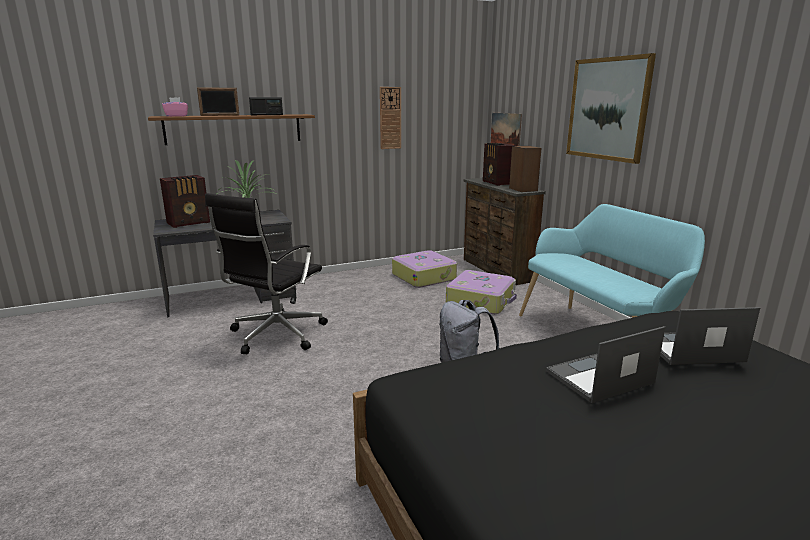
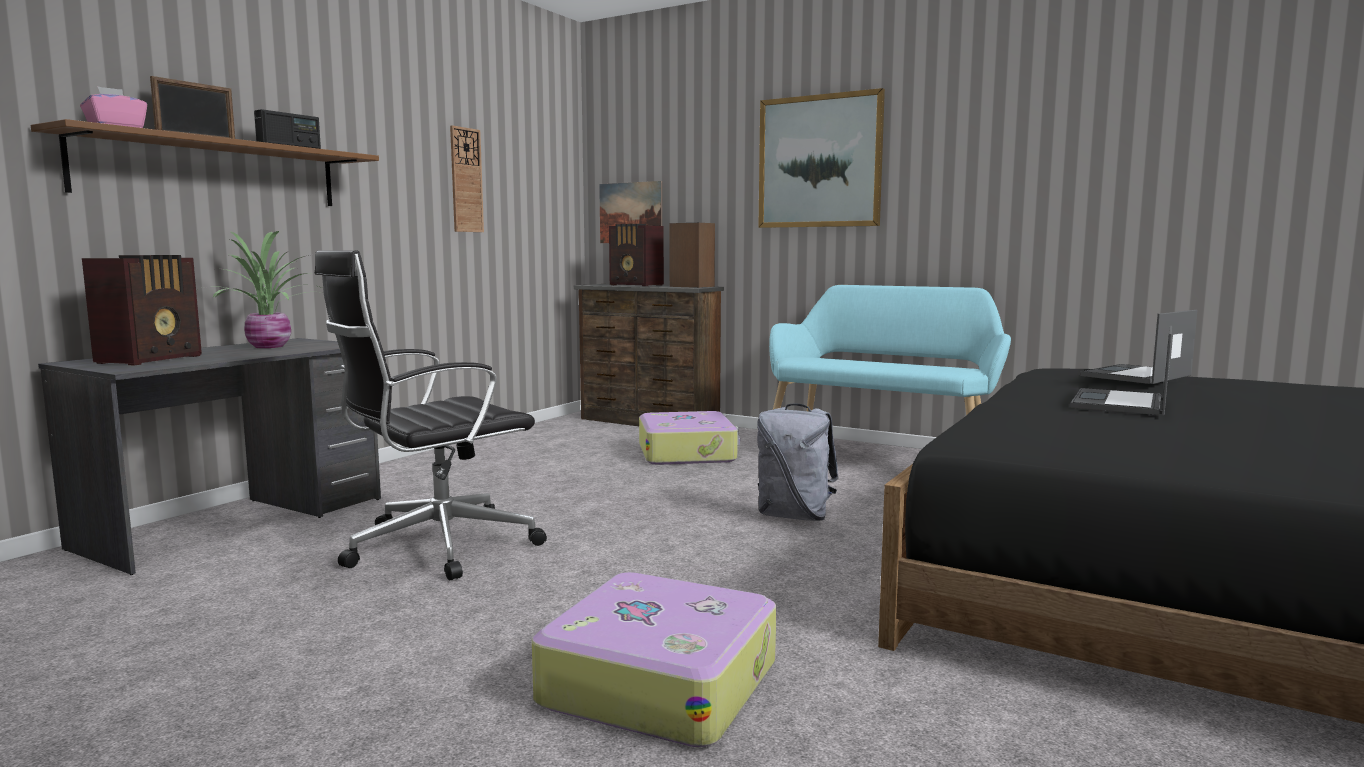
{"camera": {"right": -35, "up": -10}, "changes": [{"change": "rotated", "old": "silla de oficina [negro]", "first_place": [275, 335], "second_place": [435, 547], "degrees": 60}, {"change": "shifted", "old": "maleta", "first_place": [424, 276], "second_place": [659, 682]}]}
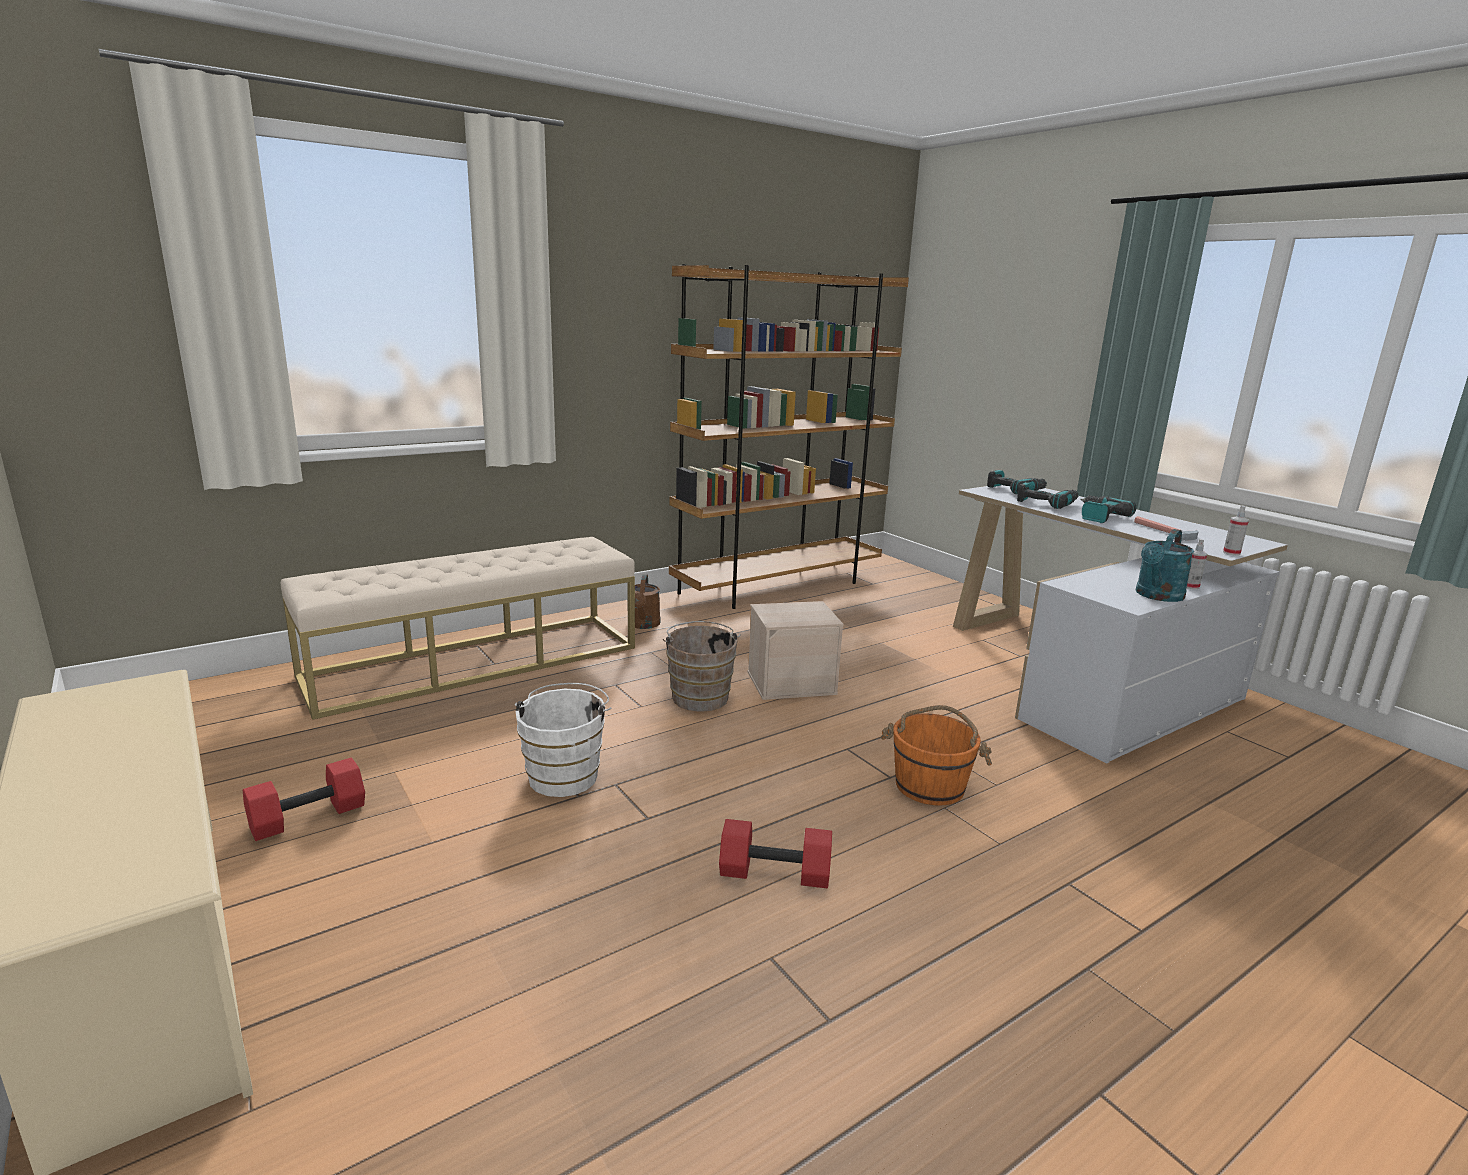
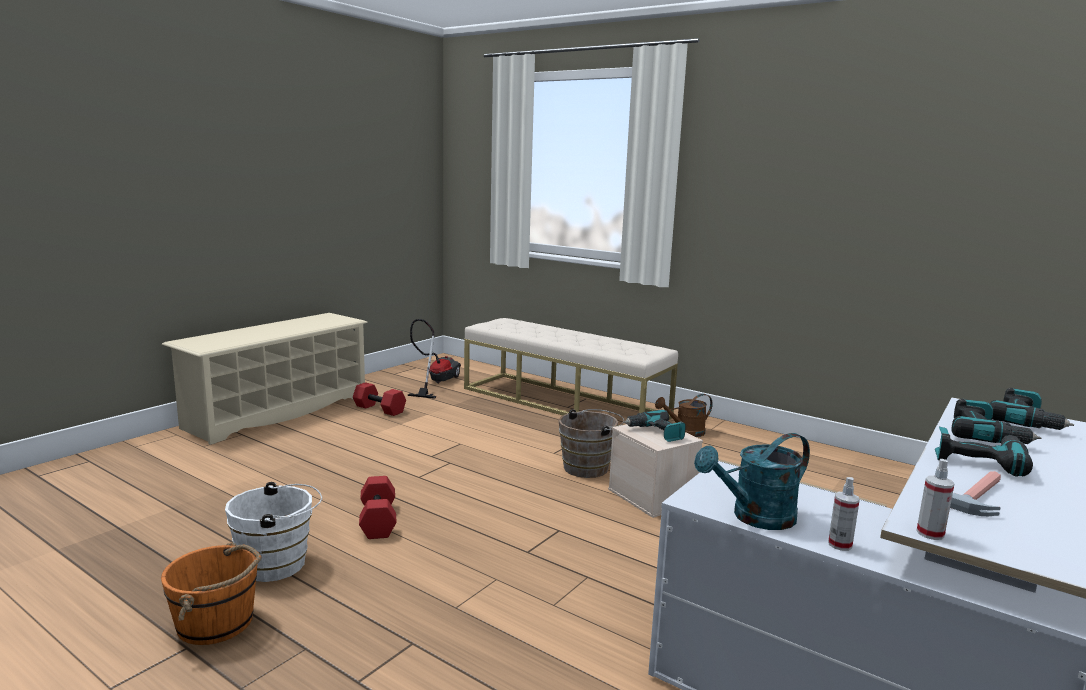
{"camera": {"right": 70, "up": -5}, "changes": [{"change": "shifted", "old": "cubo [blanco]", "first_place": [565, 774], "second_place": [279, 564]}, {"change": "gone", "old": "estantería [marrón]", "first_place": [778, 586]}, {"change": "shifted", "old": "cubo [naranja]", "first_place": [930, 785], "second_place": [217, 623]}, {"change": "rotated", "old": "regadera [turquesa]", "first_place": [1157, 596], "second_place": [754, 518], "degrees": -45}, {"change": "new", "new": "aspiradora", "second_place": [435, 382]}, {"change": "new", "new": "taladro", "second_place": [655, 433]}]}
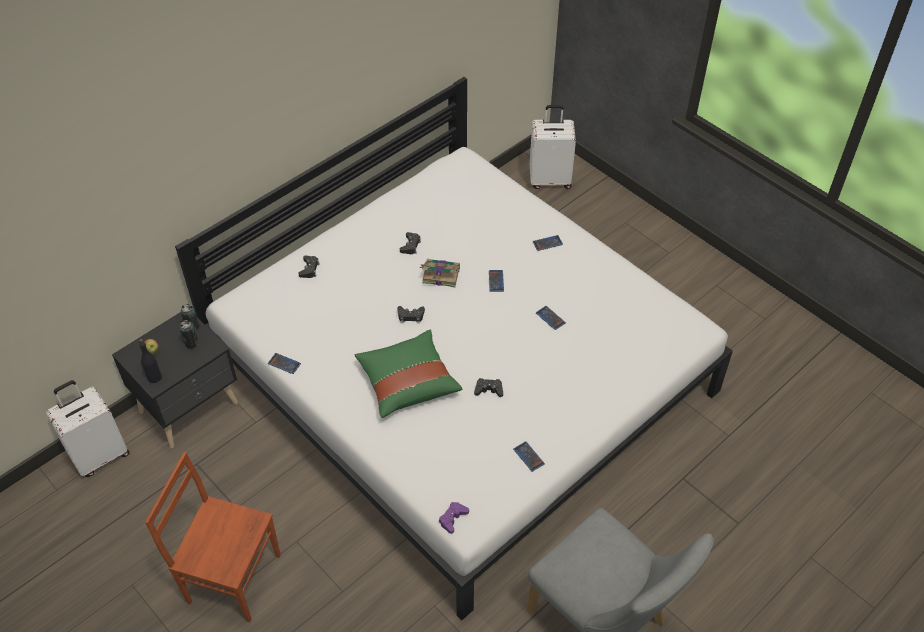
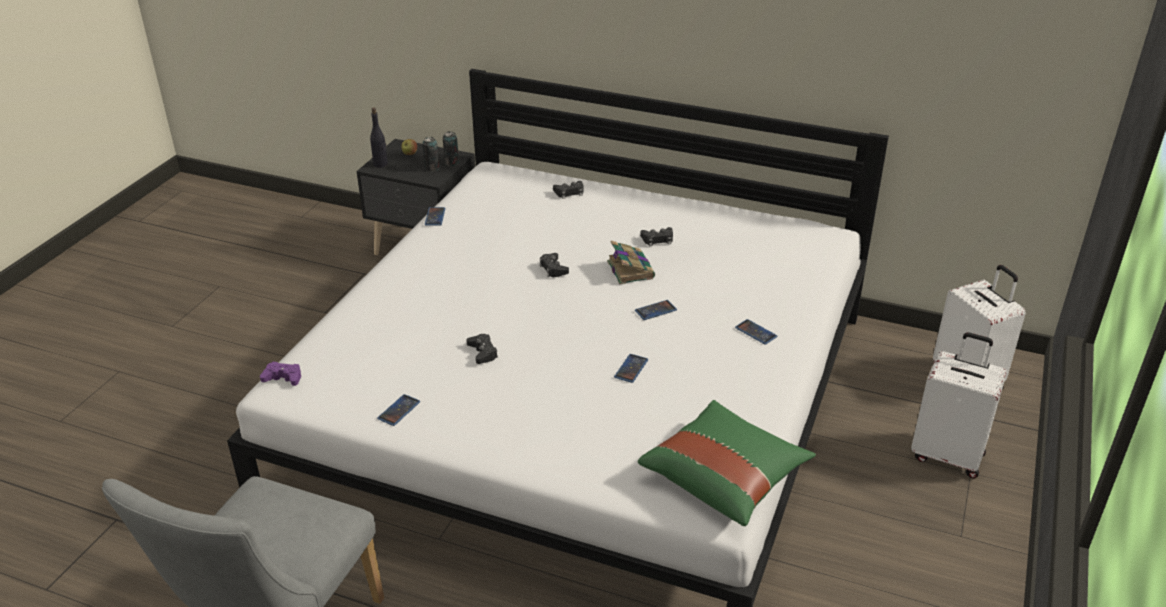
{"camera": {"right": 65, "up": -15}, "changes": [{"change": "shifted", "old": "maleta [blanco]", "first_place": [100, 455], "second_place": [948, 455]}, {"change": "gone", "old": "silla [marrón]", "first_place": [233, 576]}, {"change": "shifted", "old": "cojín [verde]", "first_place": [407, 382], "second_place": [725, 478]}]}
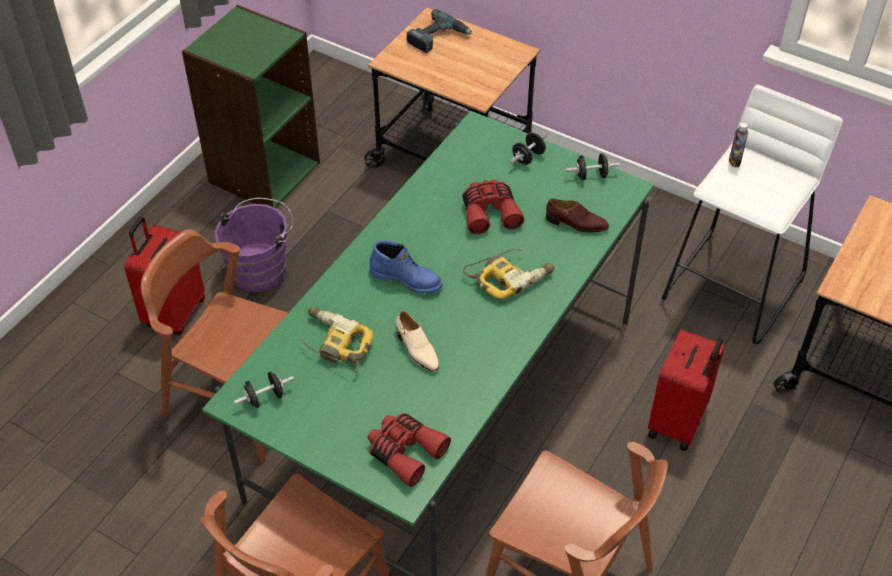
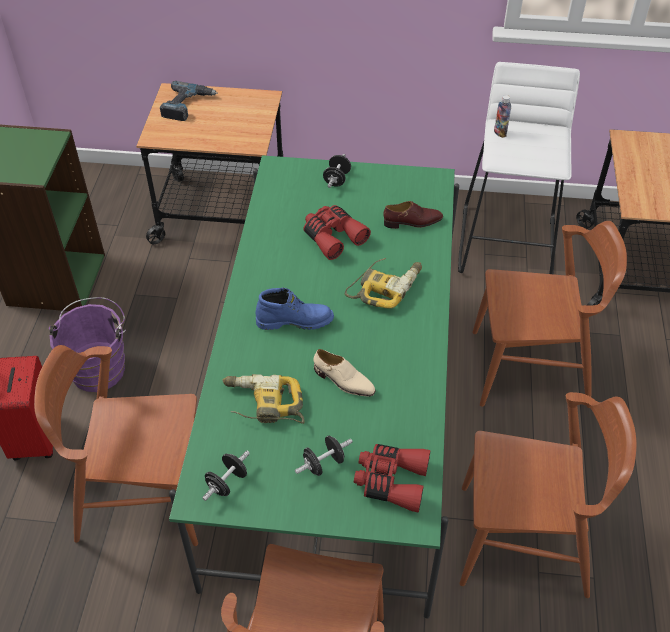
{"camera": {"right": -25, "up": 0}, "changes": [{"change": "shifted", "old": "mancuerna [negro]", "first_place": [591, 175], "second_place": [323, 463]}, {"change": "swapped", "old": "maleta [rojo]", "new": "silla [marrón]", "first_place": [678, 423], "second_place": [530, 368]}]}
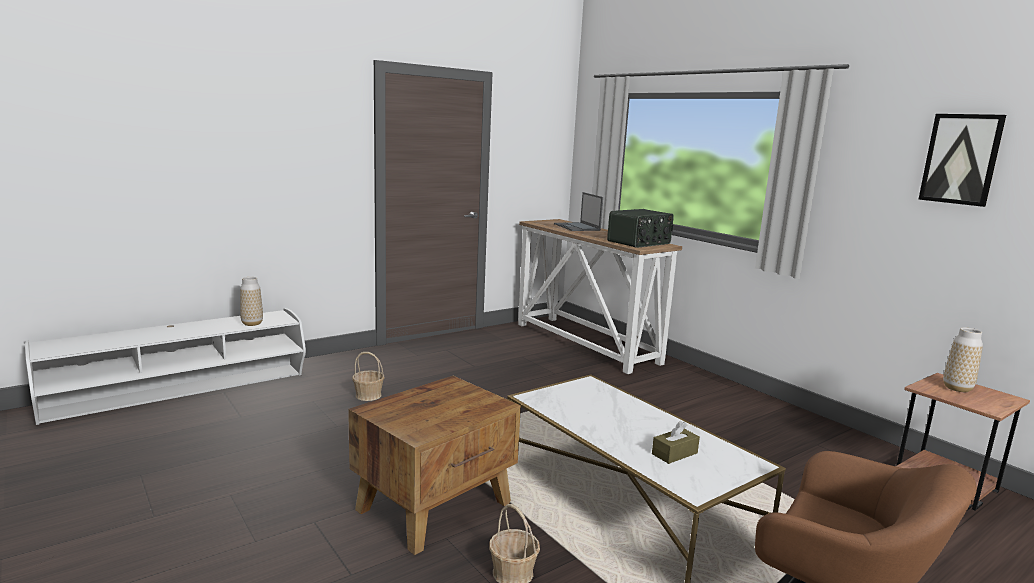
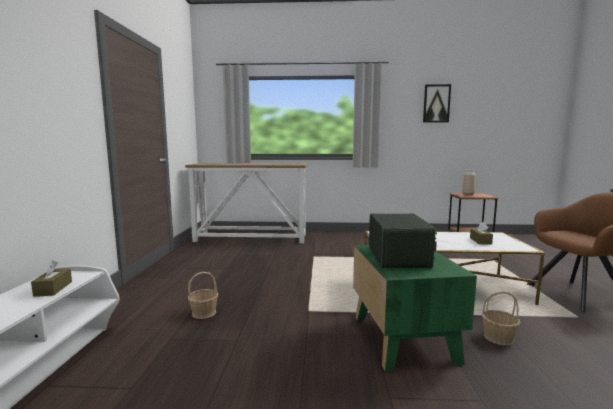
{"camera": {"right": -50, "up": -5}, "changes": [{"change": "swapped", "old": "florero", "new": "caja de pañuelos [marrón]", "first_place": [252, 323], "second_place": [53, 289]}, {"change": "repainted", "old": "mesa auxiliar [marrón]", "new": "mesa auxiliar [verde]", "first_place": [436, 505], "second_place": [403, 337]}, {"change": "gone", "old": "portátil", "first_place": [577, 227]}, {"change": "shifted", "old": "radio", "first_place": [639, 242], "second_place": [399, 257]}]}
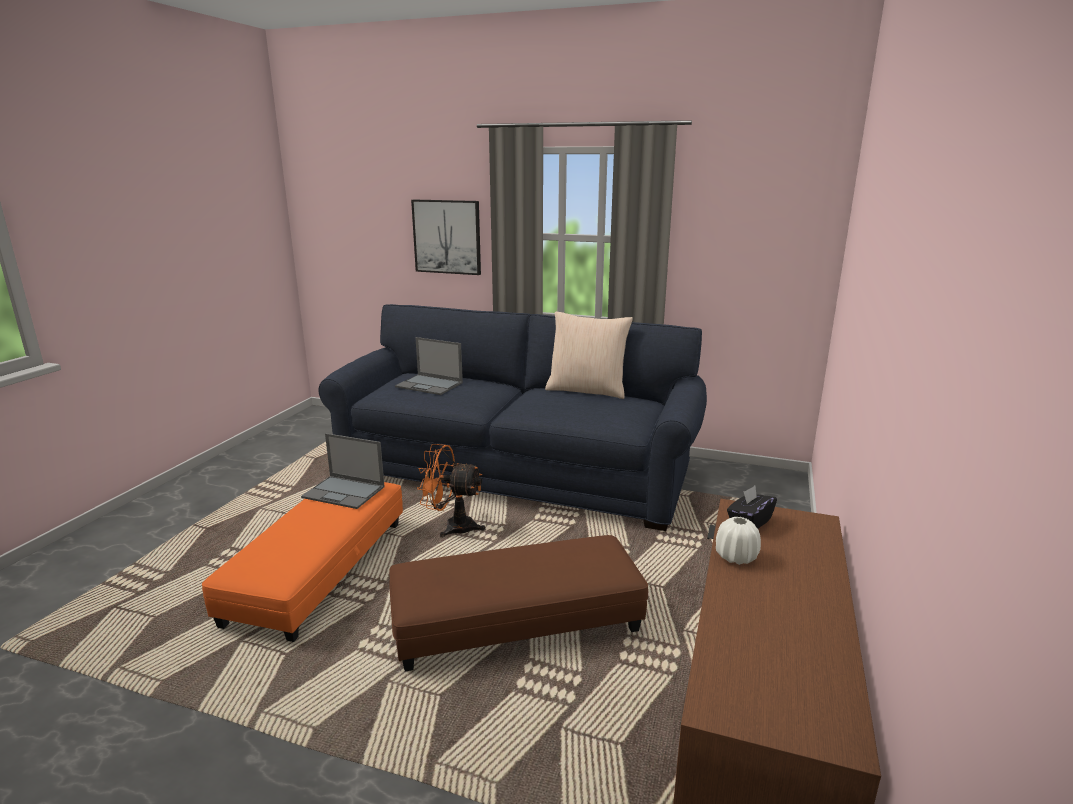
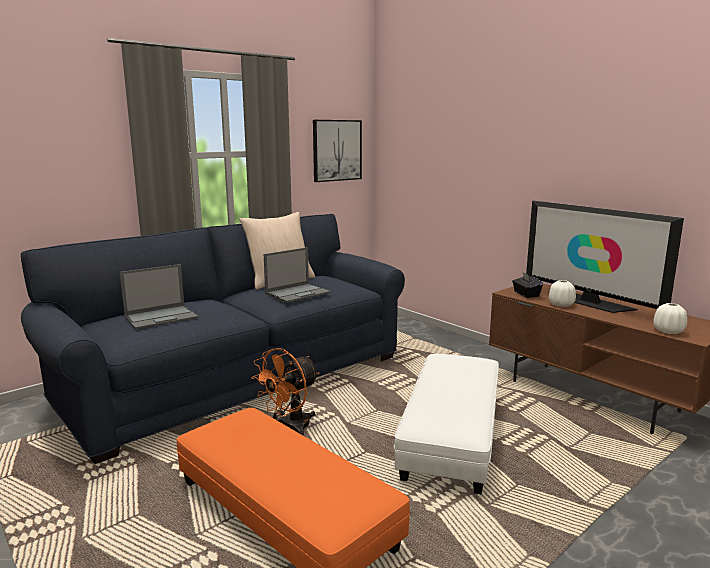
{"camera": {"right": -60, "up": -5}, "changes": [{"change": "shifted", "old": "portátil", "first_place": [344, 492], "second_place": [298, 293]}, {"change": "repainted", "old": "puf [marrón]", "new": "puf [blanco]", "first_place": [516, 622], "second_place": [451, 434]}, {"change": "shifted", "old": "cuadro", "first_place": [447, 237], "second_place": [336, 150]}, {"change": "new", "new": "televisor", "second_place": [590, 302]}, {"change": "new", "new": "florero [blanco]", "second_place": [668, 331]}]}
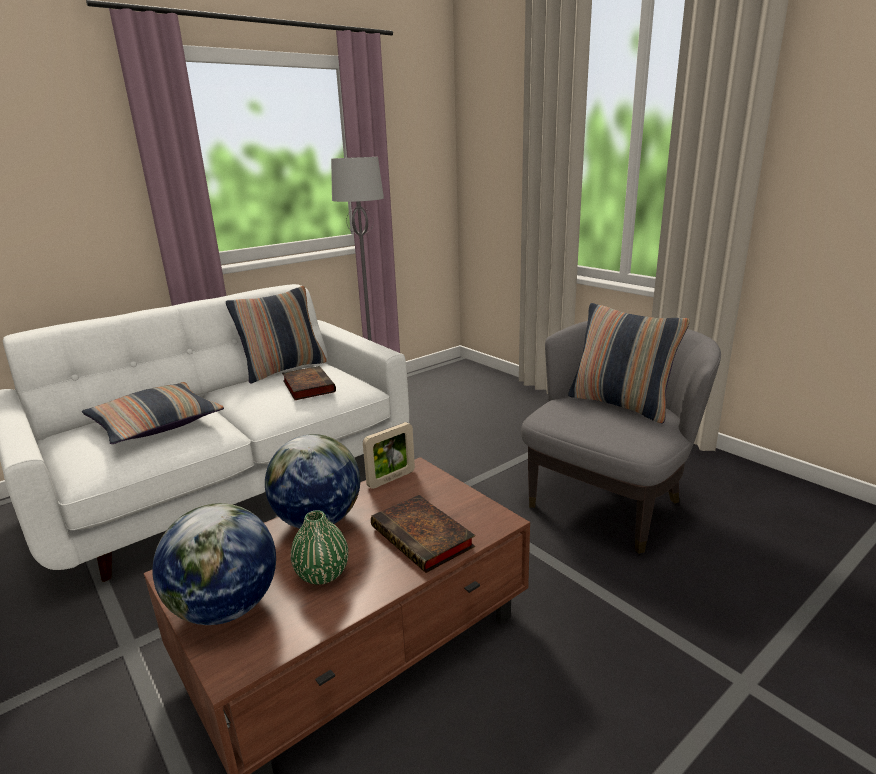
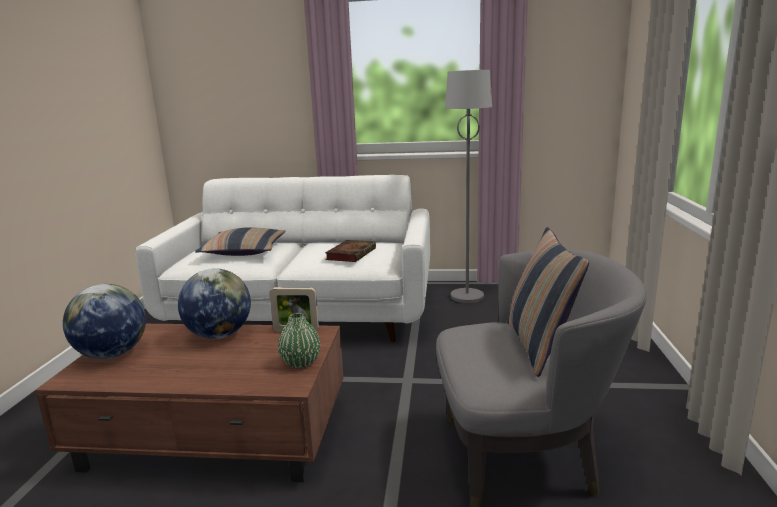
{"camera": {"right": 45, "up": -5}, "changes": [{"change": "gone", "old": "cojín", "first_place": [284, 369]}, {"change": "shifted", "old": "florero [verde]", "first_place": [322, 574], "second_place": [301, 362]}, {"change": "gone", "old": "libro", "first_place": [424, 538]}]}
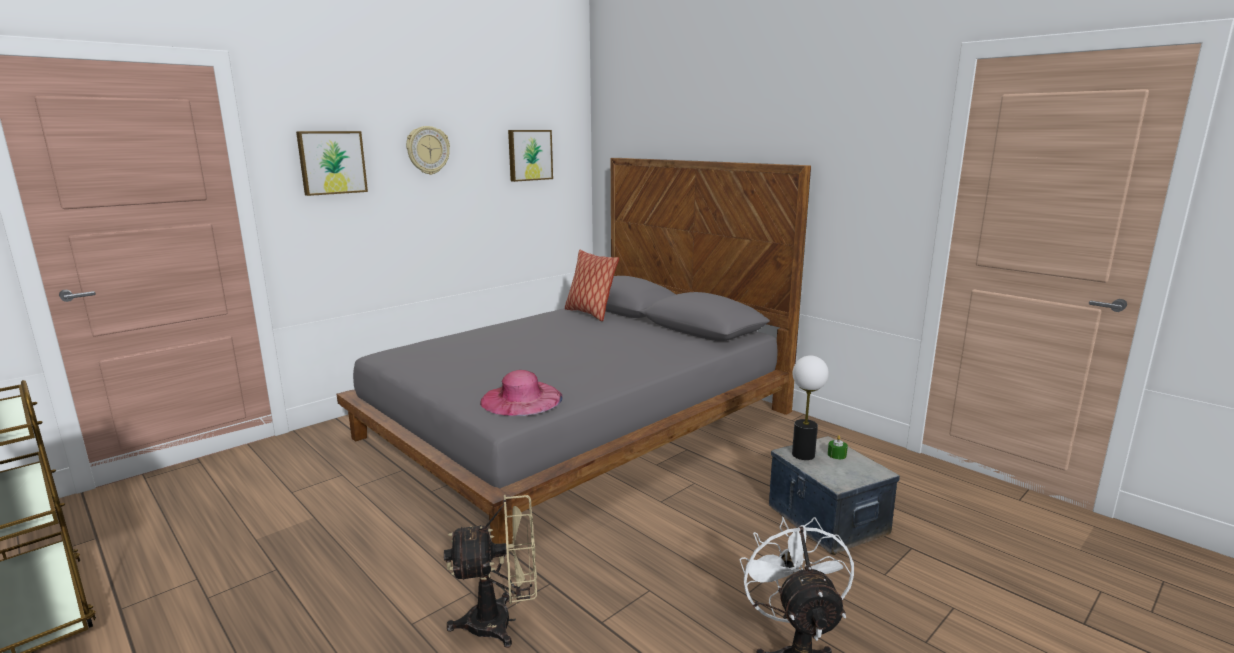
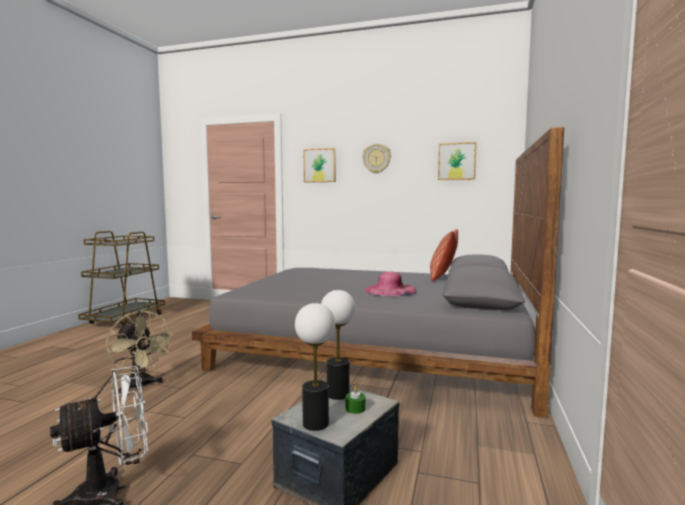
{"camera": {"right": 60, "up": -10}, "changes": [{"change": "shifted", "old": "sombrero [rosa]", "first_place": [521, 399], "second_place": [390, 290]}, {"change": "new", "new": "lámpara de mesa", "second_place": [315, 424]}]}
